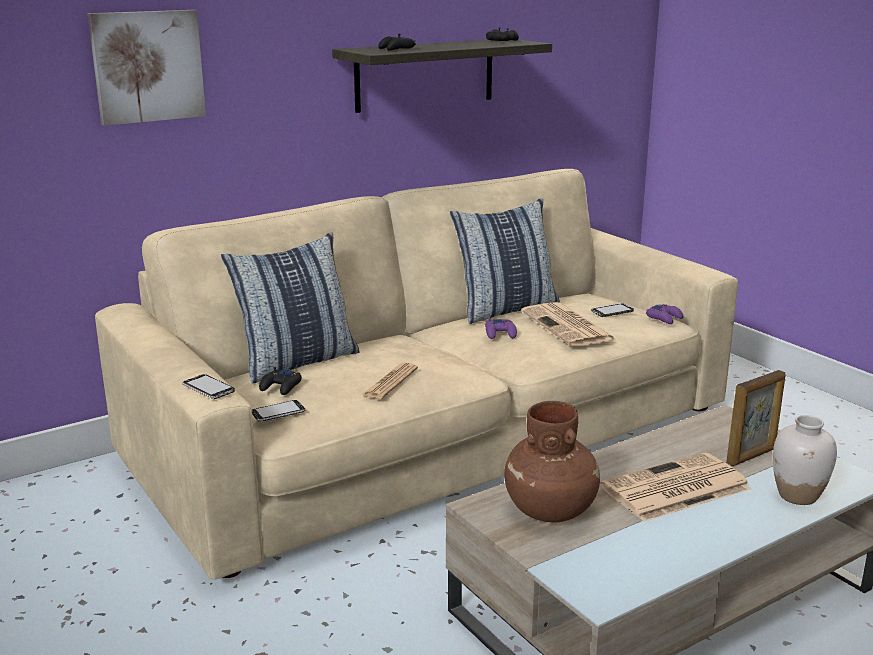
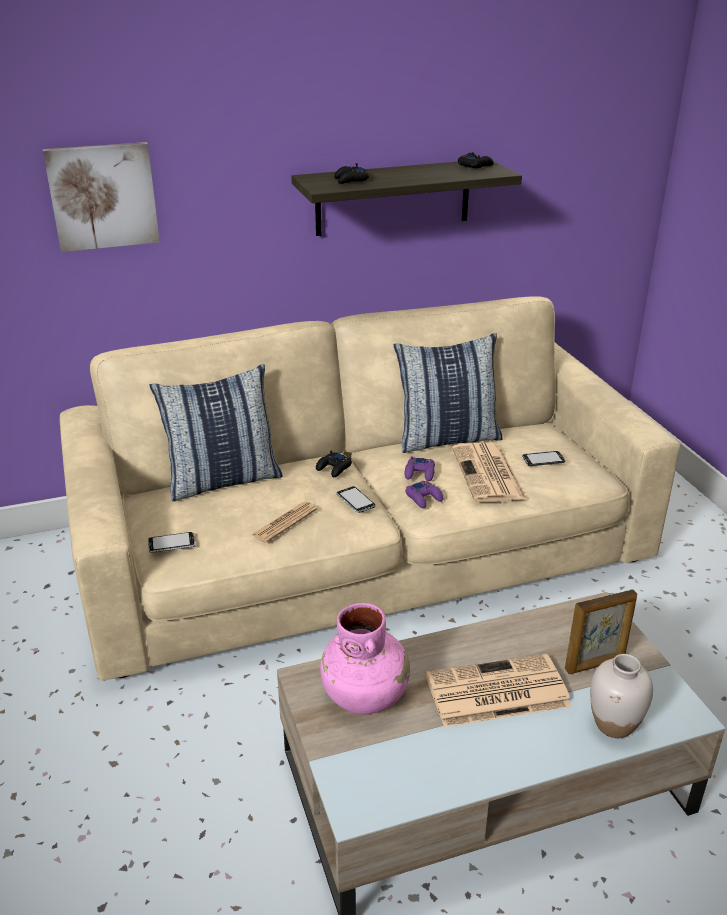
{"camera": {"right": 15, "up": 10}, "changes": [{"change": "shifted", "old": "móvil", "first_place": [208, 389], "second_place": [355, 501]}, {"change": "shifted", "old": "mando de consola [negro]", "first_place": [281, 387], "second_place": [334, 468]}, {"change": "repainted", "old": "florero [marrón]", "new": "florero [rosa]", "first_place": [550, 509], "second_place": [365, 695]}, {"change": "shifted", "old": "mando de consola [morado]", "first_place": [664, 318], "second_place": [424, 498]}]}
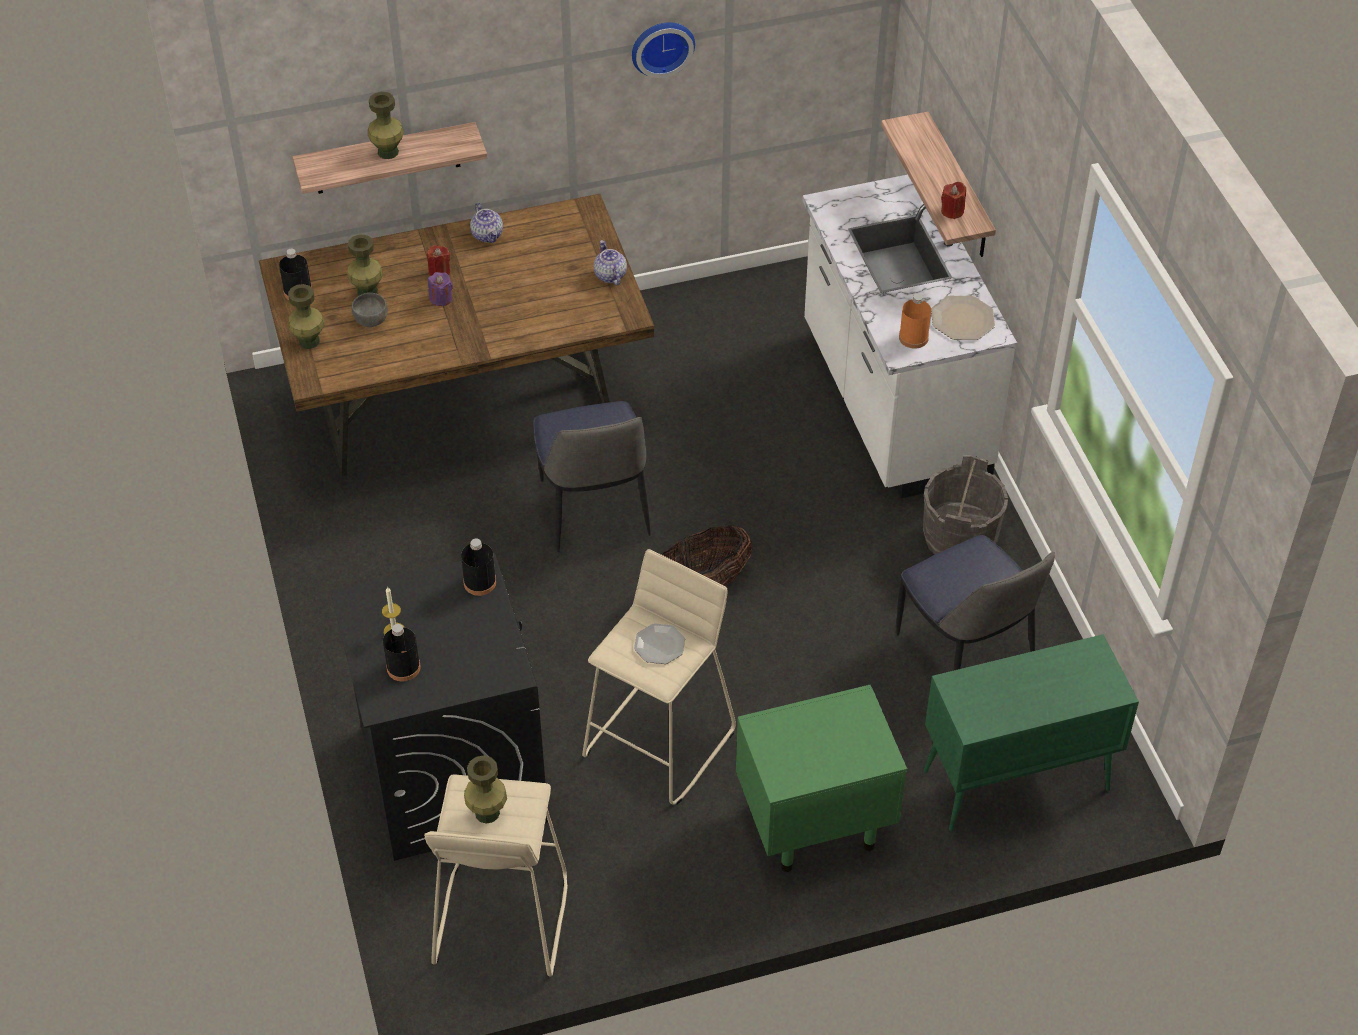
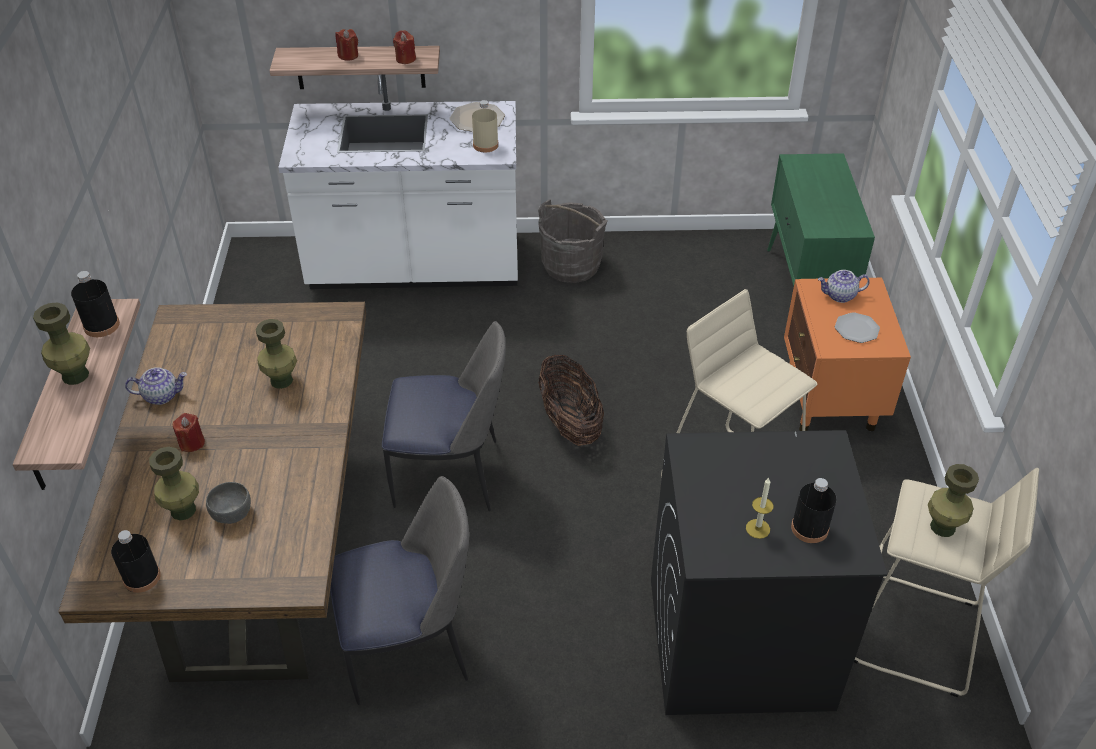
{"camera": {"right": -75, "up": -5}, "changes": [{"change": "shifted", "old": "florero [verde]", "first_place": [309, 341], "second_place": [281, 380]}, {"change": "gone", "old": "vela [morado]", "first_place": [441, 298]}, {"change": "shifted", "old": "botella [negro]", "first_place": [480, 582], "second_place": [101, 325]}, {"change": "shifted", "old": "tetera", "first_place": [609, 275], "second_place": [840, 296]}, {"change": "gone", "old": "reloj de pared", "first_place": [661, 46]}, {"change": "shifted", "old": "plato", "first_place": [659, 645], "second_place": [856, 329]}, {"change": "repainted", "old": "mesita de noche [verde]", "new": "mesita de noche [naranja]", "first_place": [813, 824], "second_place": [830, 403]}, {"change": "shifted", "old": "silla", "first_place": [966, 654], "second_place": [409, 648]}, {"change": "repainted", "old": "botella [naranja]", "new": "botella [beis]", "first_place": [913, 337], "second_place": [485, 145]}, {"change": "new", "new": "vela [rojo]", "second_place": [348, 55]}]}
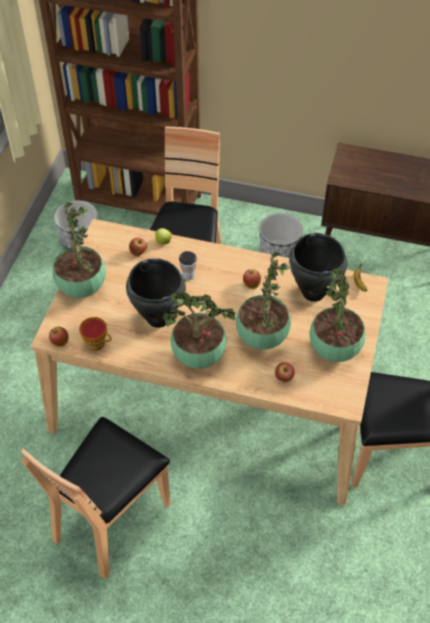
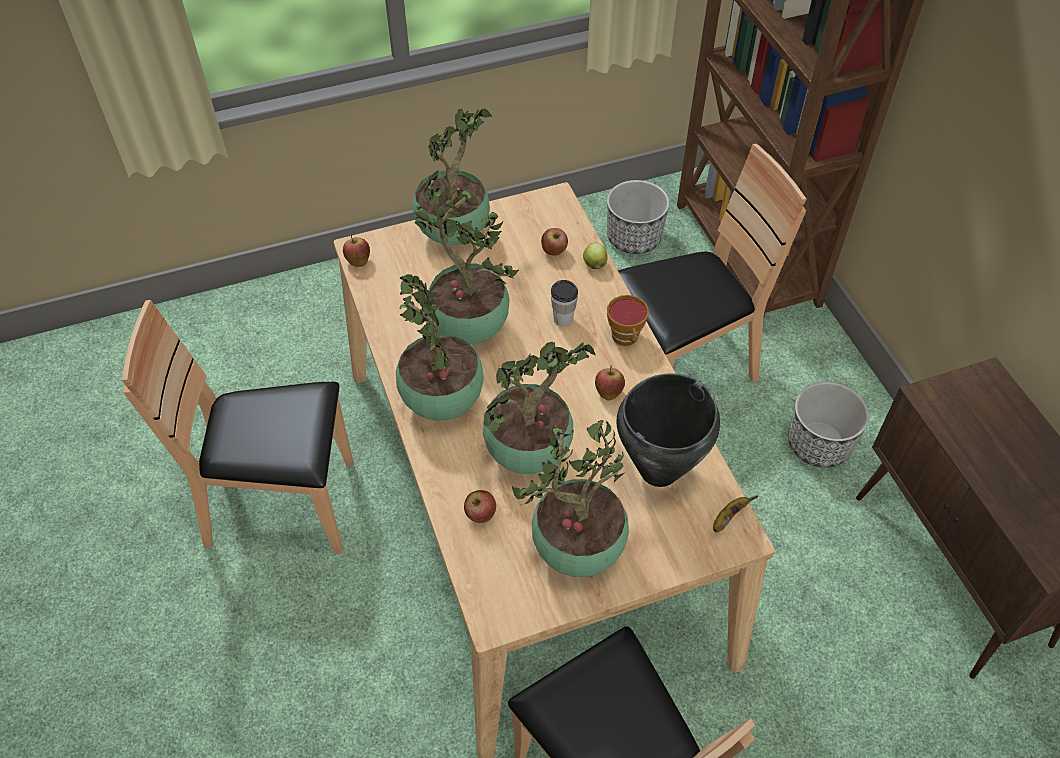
{"camera": {"right": 55, "up": 0}, "changes": [{"change": "shifted", "old": "taza", "first_place": [98, 343], "second_place": [626, 338]}, {"change": "swapped", "old": "olla [negro]", "new": "planta en maceta", "first_place": [158, 319], "second_place": [467, 329]}]}
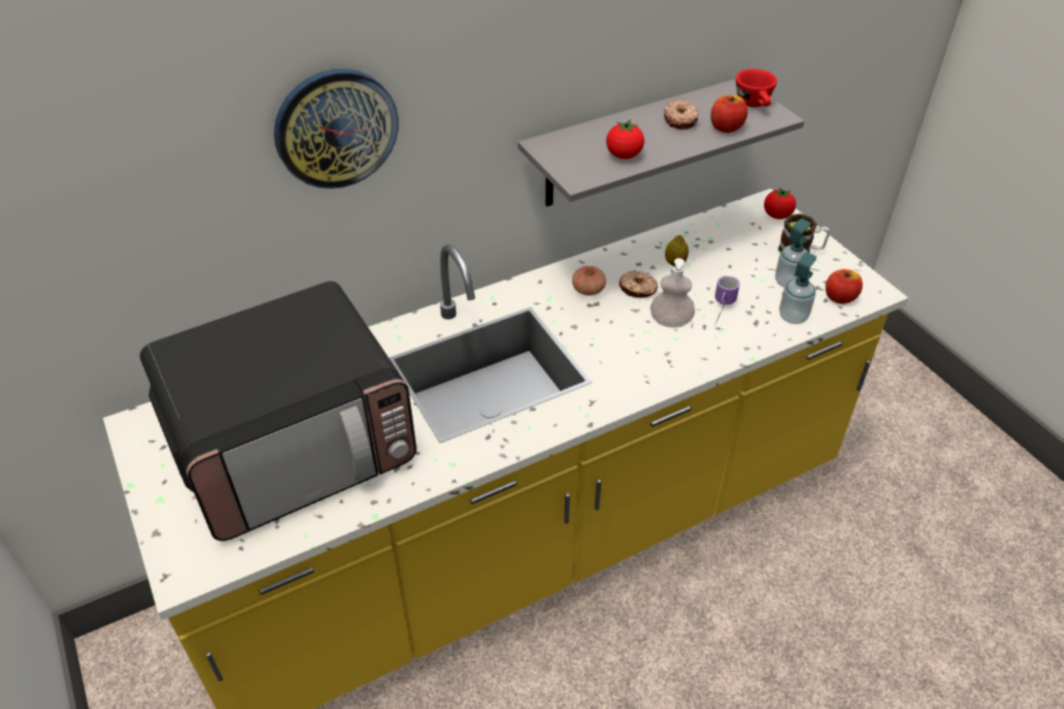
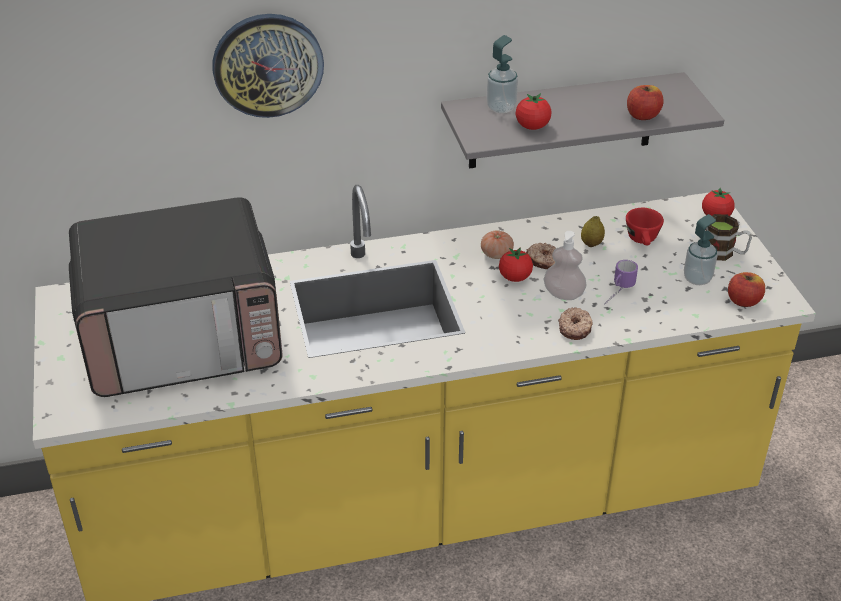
{"camera": {"right": 15, "up": -5}, "changes": [{"change": "shifted", "old": "rosquilla", "first_place": [680, 120], "second_place": [575, 328]}, {"change": "shifted", "old": "taza [rojo]", "first_place": [755, 104], "second_place": [643, 240]}, {"change": "shifted", "old": "dispensador de jabón", "first_place": [793, 317], "second_place": [501, 108]}, {"change": "new", "new": "tomate", "second_place": [515, 277]}]}
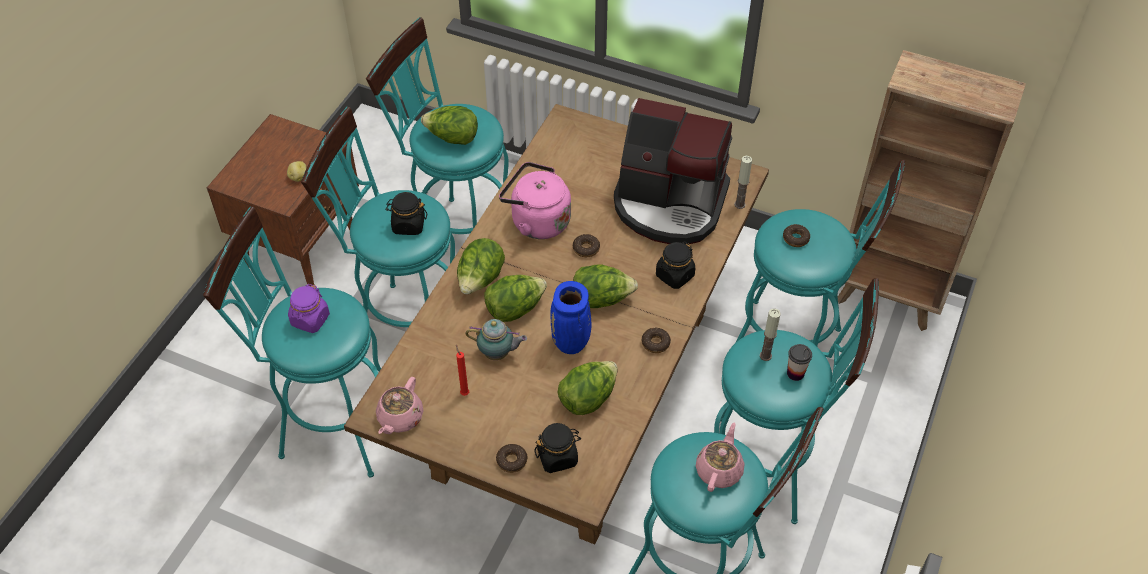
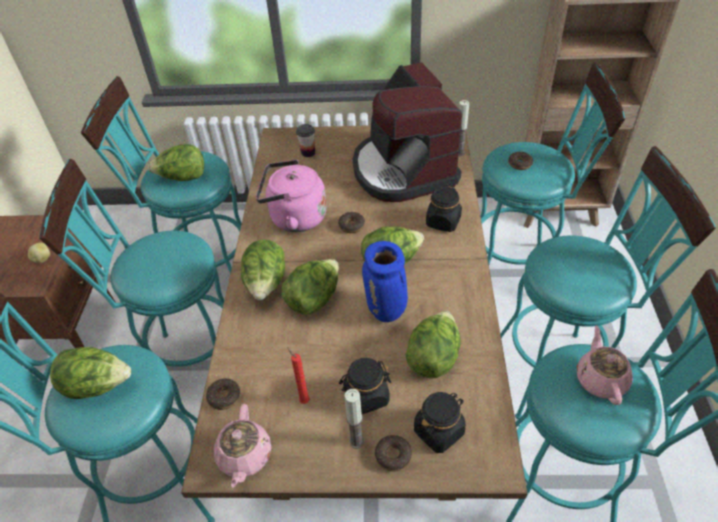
{"camera": {"right": -20, "up": -5}, "changes": [{"change": "swapped", "old": "tarro [morado]", "new": "lechuga", "first_place": [310, 320], "second_place": [98, 386]}, {"change": "shifted", "old": "tarro [negro]", "first_place": [408, 225], "second_place": [366, 396]}, {"change": "gone", "old": "tetera", "first_place": [498, 354]}, {"change": "rotated", "old": "cafetera", "first_place": [670, 204], "second_place": [403, 170], "degrees": 75}, {"change": "shifted", "old": "rosquilla", "first_place": [655, 343], "second_place": [224, 397]}, {"change": "shifted", "old": "vela", "first_place": [765, 355], "second_place": [356, 441]}, {"change": "shifted", "old": "taza", "first_place": [795, 373], "second_place": [308, 153]}]}
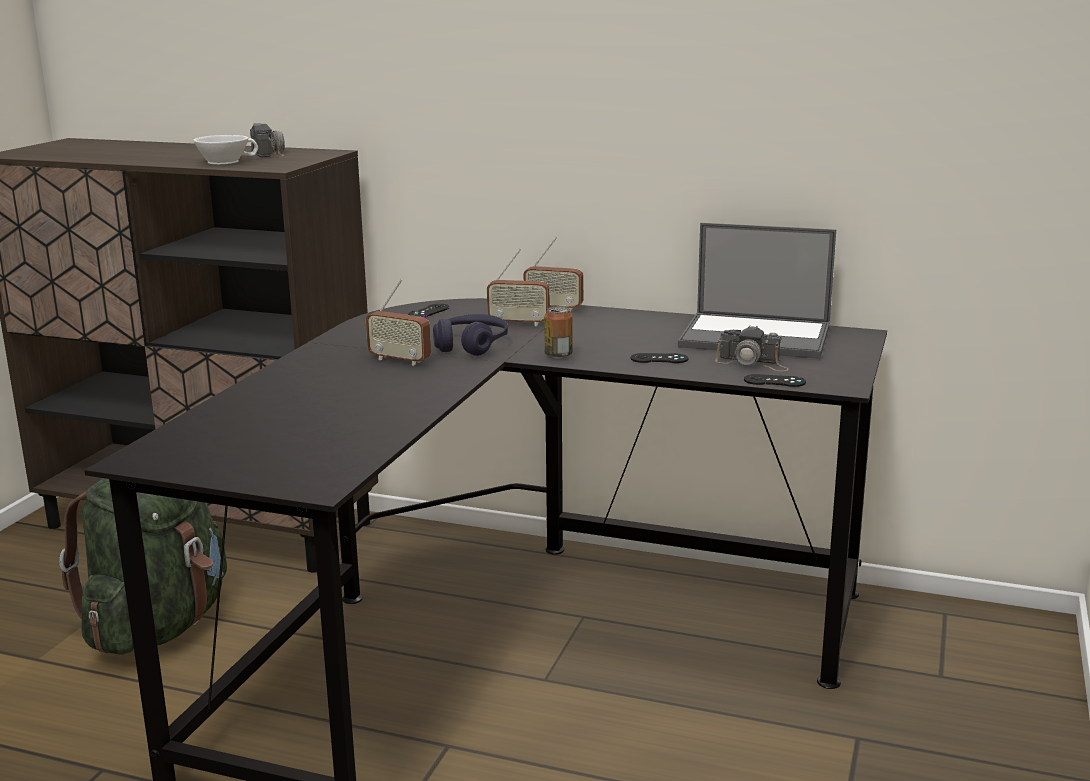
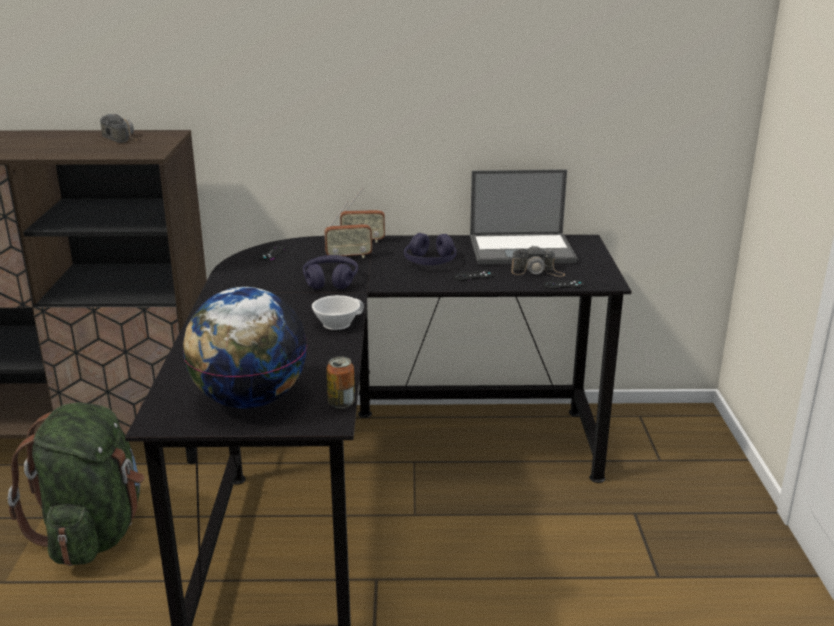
{"camera": {"right": -20, "up": 5}, "changes": [{"change": "shifted", "old": "taza [blanco]", "first_place": [224, 161], "second_place": [337, 322]}, {"change": "gone", "old": "radio", "first_place": [400, 360]}, {"change": "shifted", "old": "lata", "first_place": [558, 355], "second_place": [341, 403]}, {"change": "new", "new": "globo terráqueo", "second_place": [249, 400]}, {"change": "new", "new": "auriculares [morado]", "second_place": [430, 262]}]}
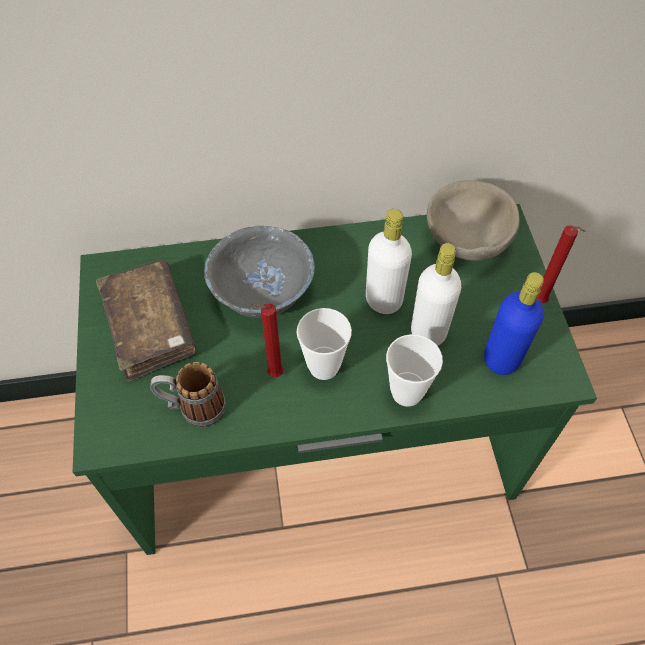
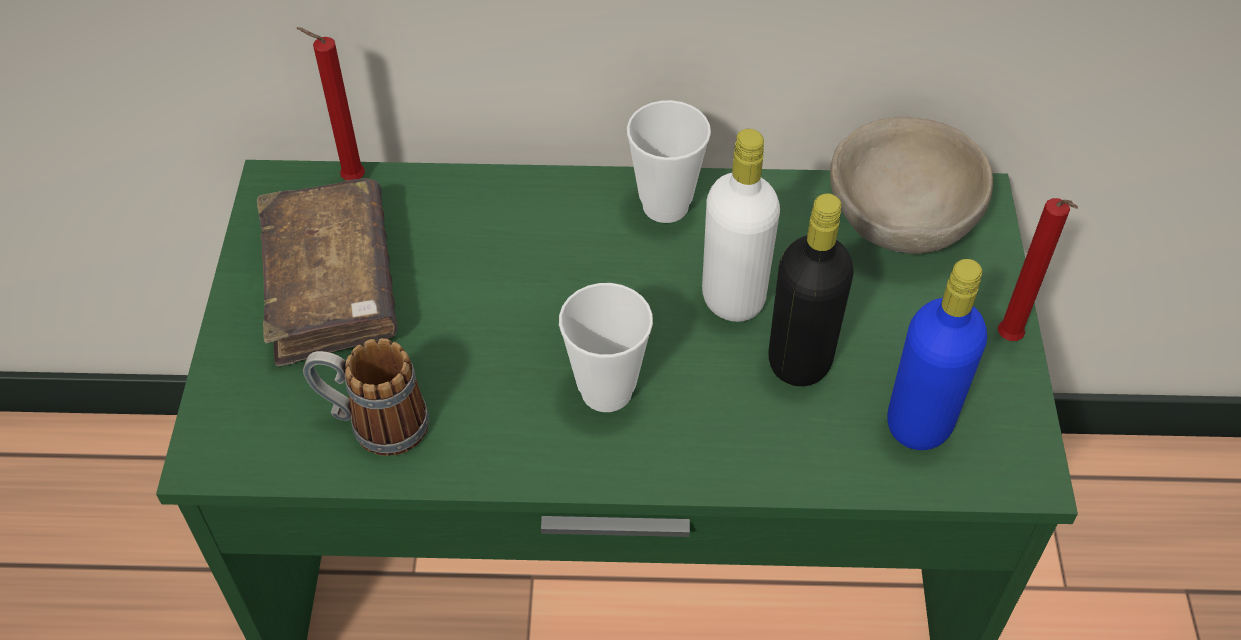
{"camera": {"right": 10, "up": -5}, "changes": [{"change": "gone", "old": "cuenco [gris]", "first_place": [263, 291]}, {"change": "shifted", "old": "vela [rojo]", "first_place": [272, 374], "second_place": [349, 179]}, {"change": "shifted", "old": "taza", "first_place": [406, 392], "second_place": [665, 205]}, {"change": "repainted", "old": "botella [blanco]", "new": "botella [negro]", "first_place": [428, 332], "second_place": [799, 361]}]}
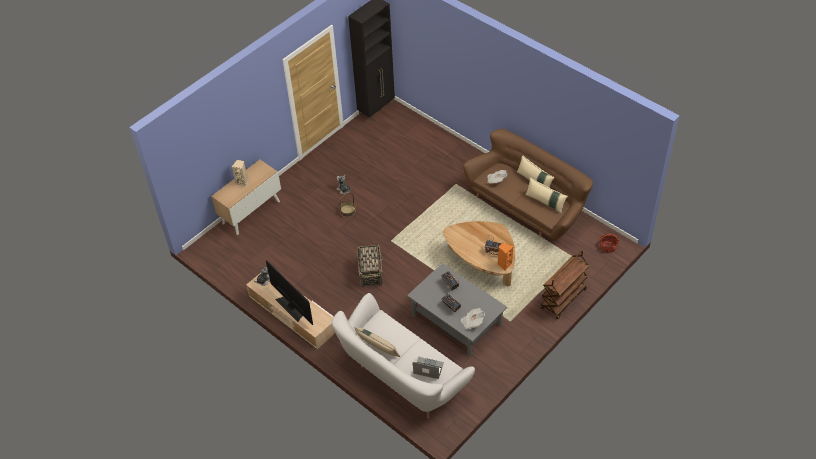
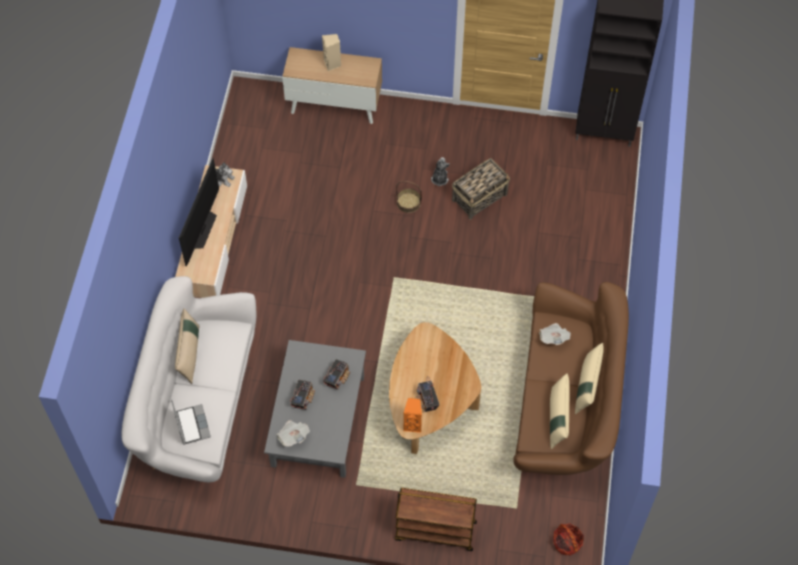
{"camera": {"right": 55, "up": 10}, "changes": [{"change": "shifted", "old": "cesta", "first_place": [370, 272], "second_place": [480, 197]}]}
